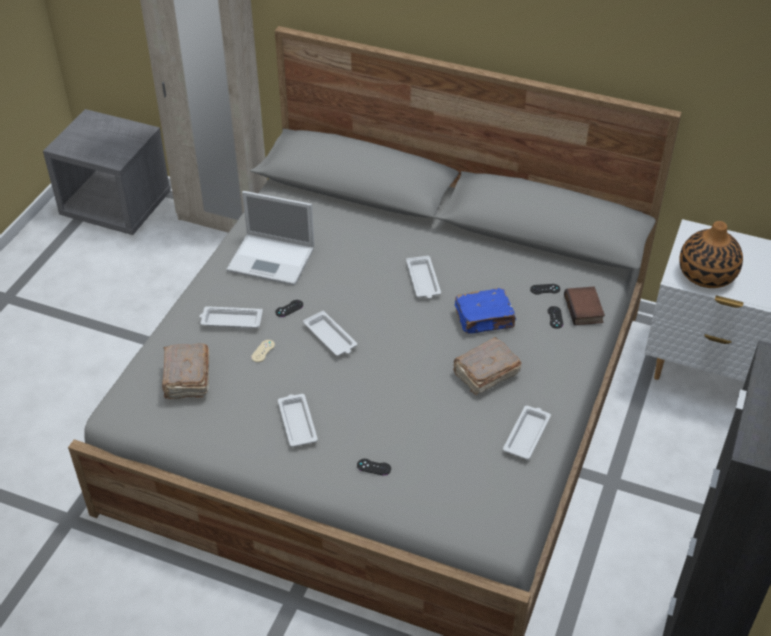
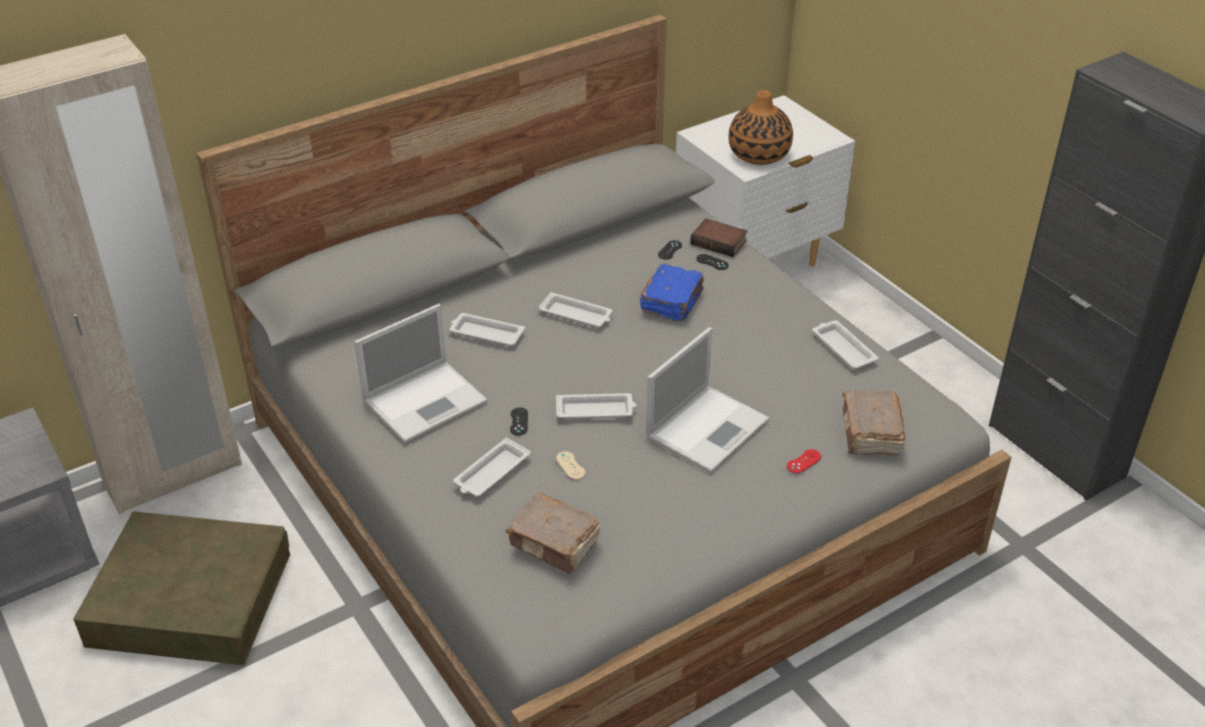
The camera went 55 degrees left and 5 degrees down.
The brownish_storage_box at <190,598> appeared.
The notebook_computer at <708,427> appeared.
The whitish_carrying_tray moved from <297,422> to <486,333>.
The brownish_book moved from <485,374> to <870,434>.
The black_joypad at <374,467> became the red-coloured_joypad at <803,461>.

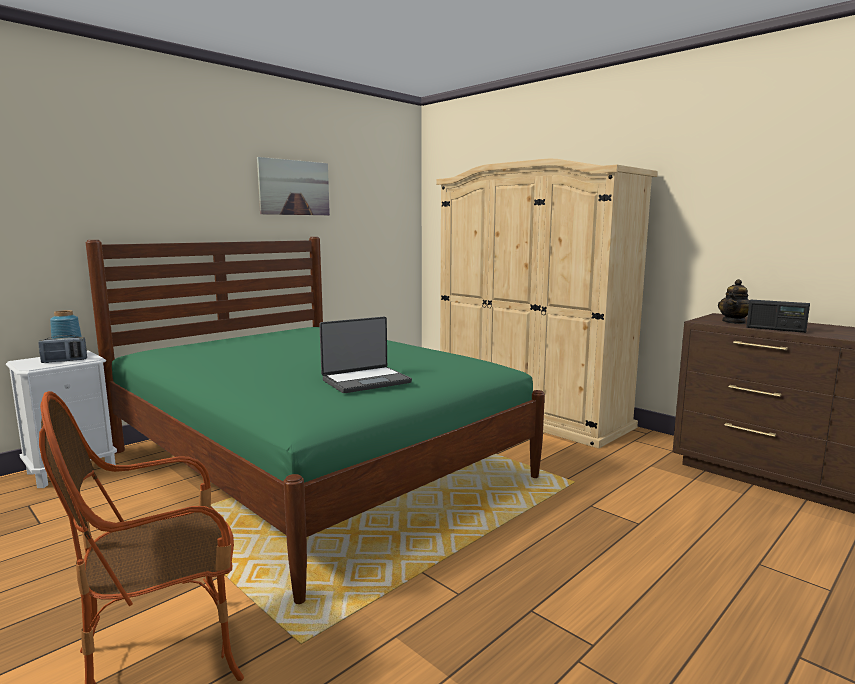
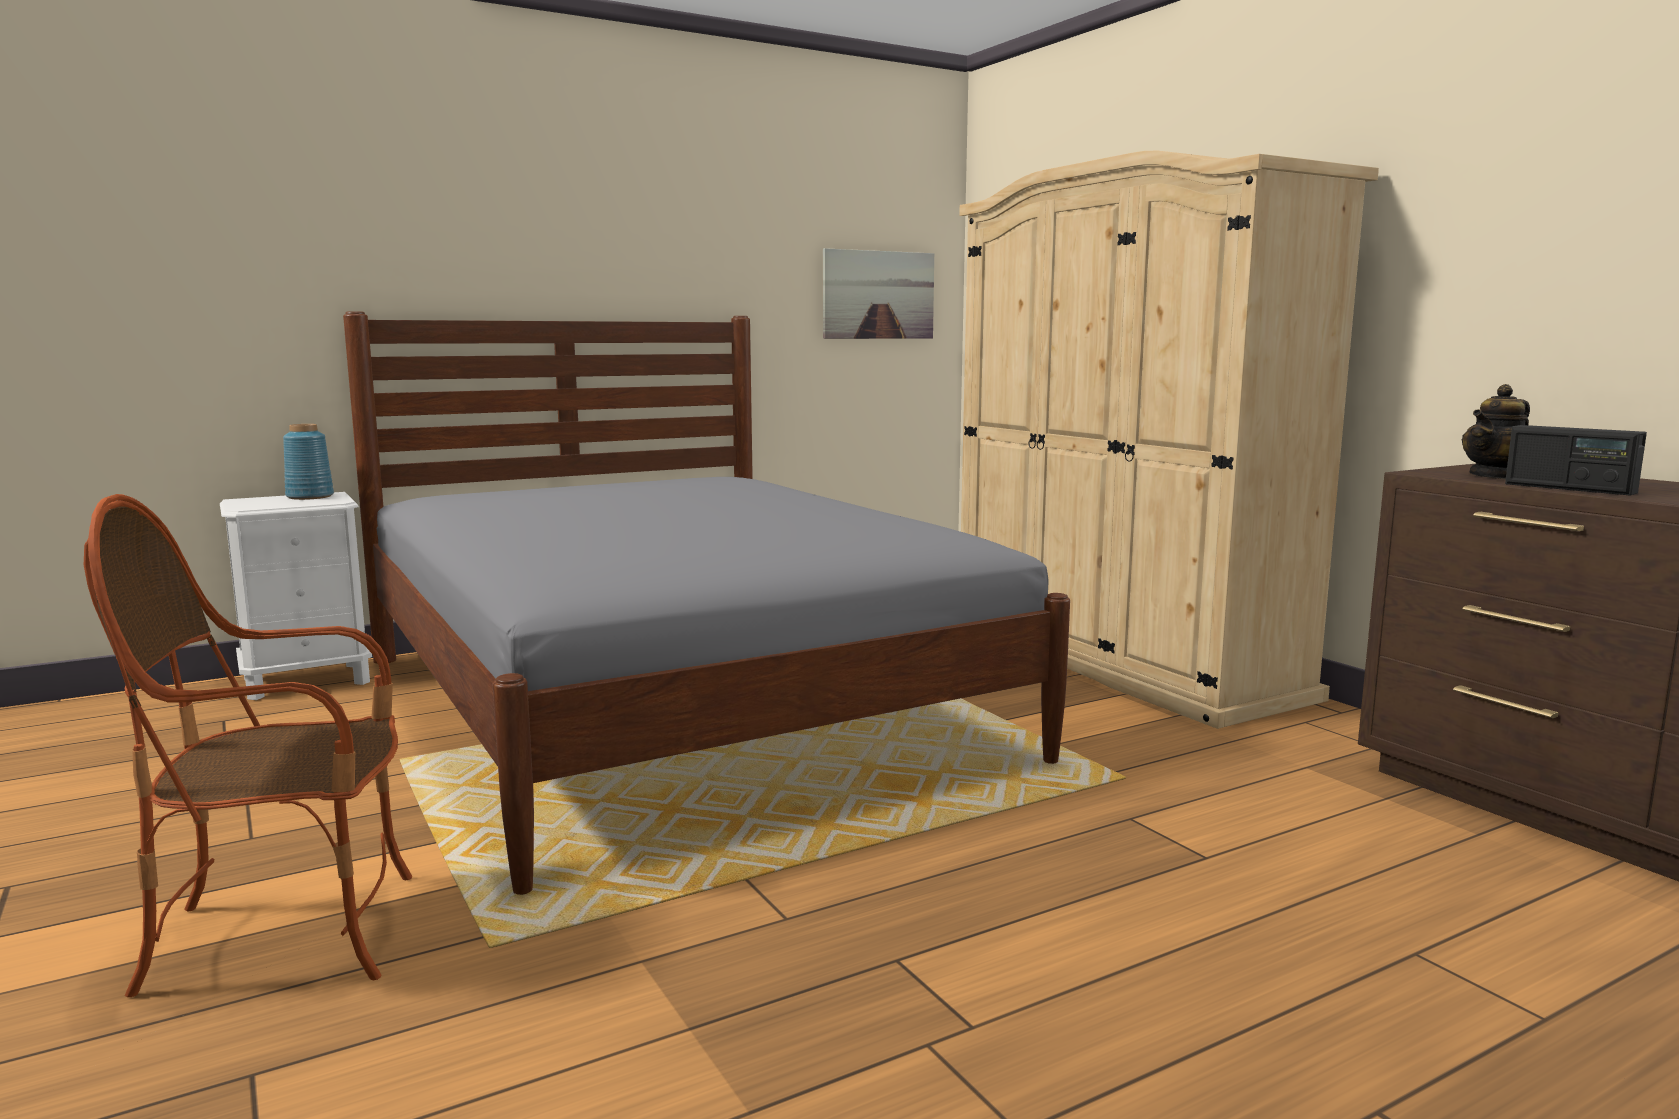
The camera went 15 degrees right and 0 degrees up.
The radio at <64,361> disappeared.
The notebook_computer at <365,381> disappeared.
The picture moved from <294,187> to <878,295>.
The green_bedroom_bed at <314,464> became the gray_bedroom_bed at <671,706>.

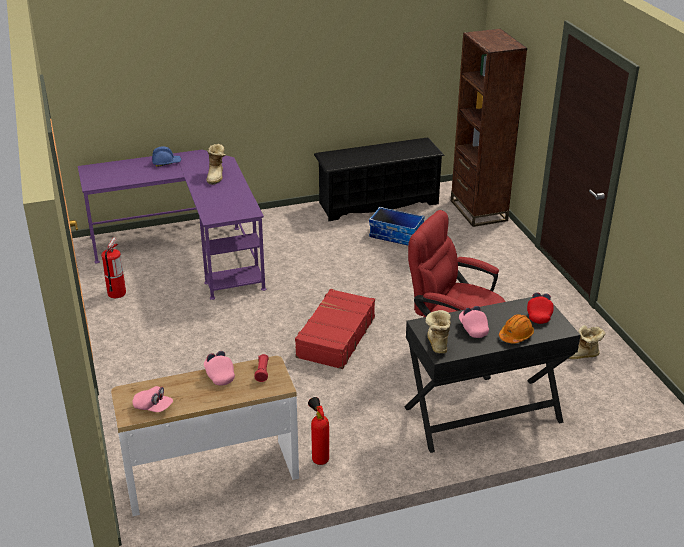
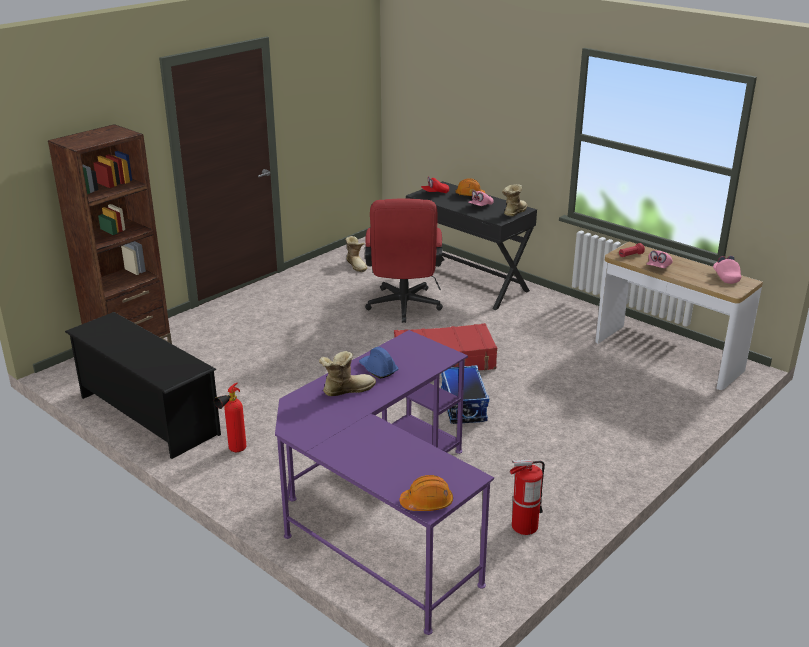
The camera went 120 degrees left and 5 degrees down.
The orangey_hard_hat at <427,503> appeared.
The blue_hard_hat moved from <166,162> to <378,369>.
The extinguisher moved from <319,458> to <234,451>.
The storage_box moved from <396,235> to <462,406>.
The high-top_boot at <437,343> turned 150 degrees clockwise.

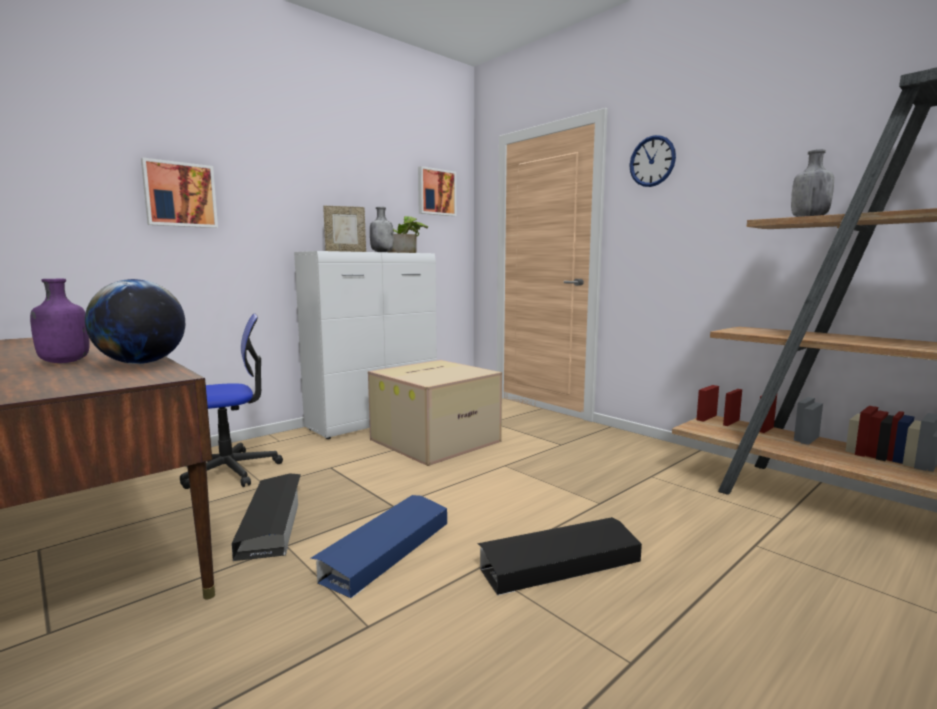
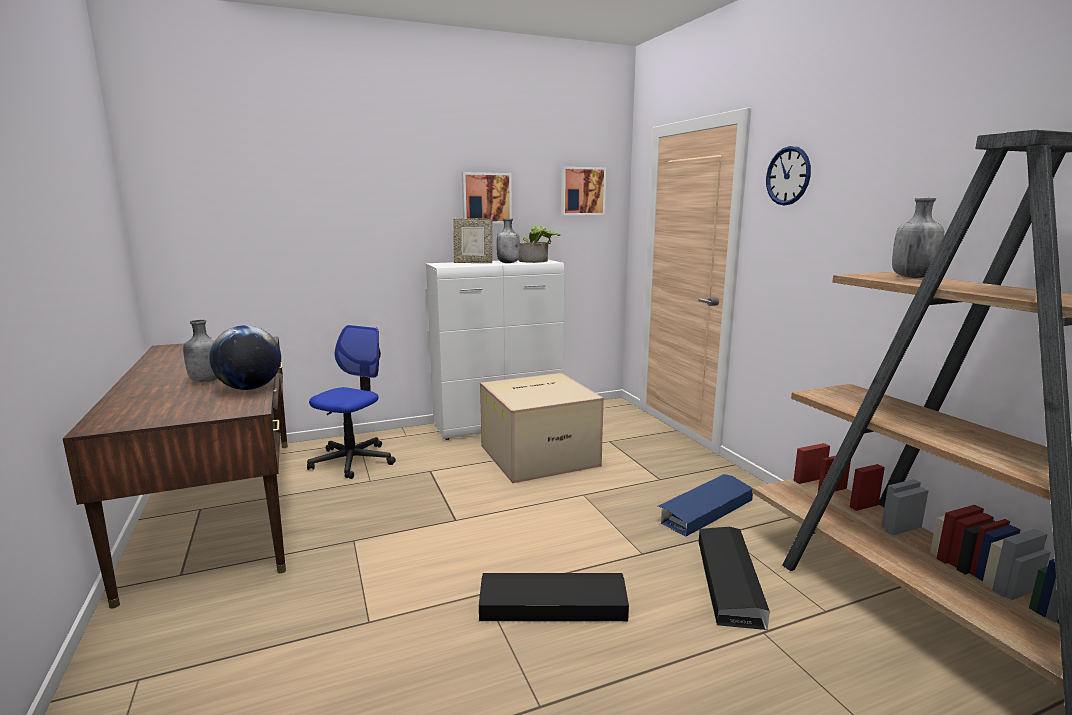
The camera went 20 degrees right and 5 degrees up.
The picture moved from <180,195> to <486,198>.
The black_storage_box moved from <272,521> to <729,581>.
The blue_storage_box moved from <385,550> to <705,510>.
The purple_drink_bottle at <63,362> became the gray_drink_bottle at <206,381>.
The office_chair at <230,470> turned 60 degrees counterclockwise.

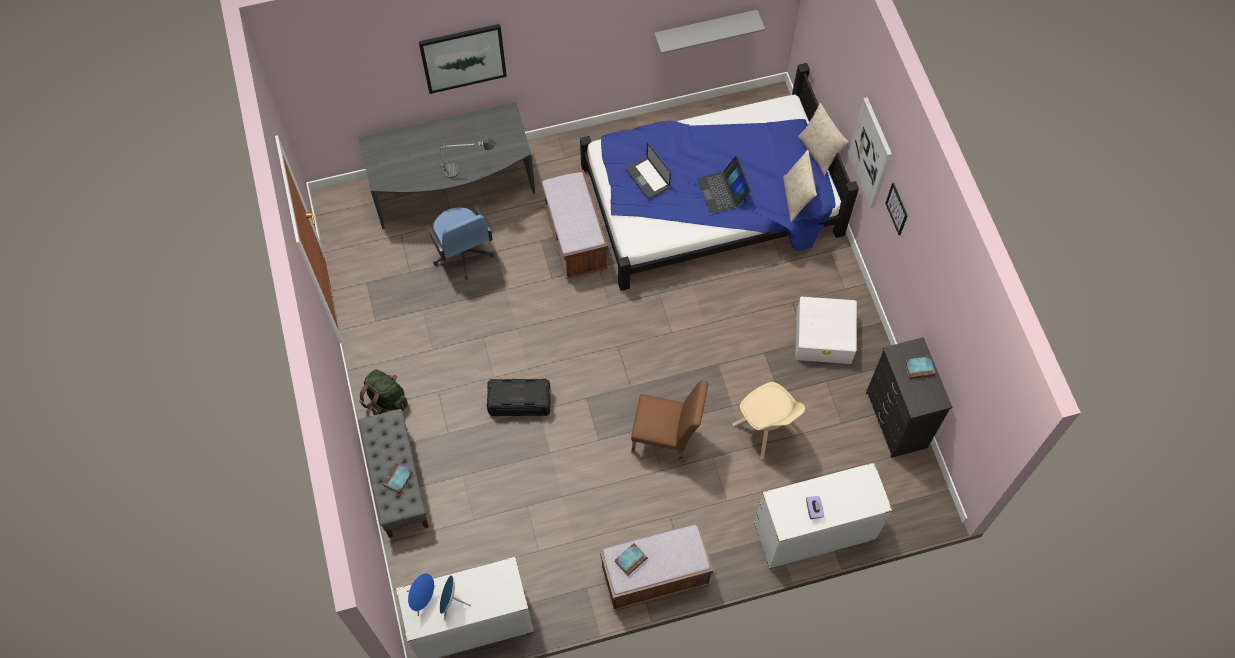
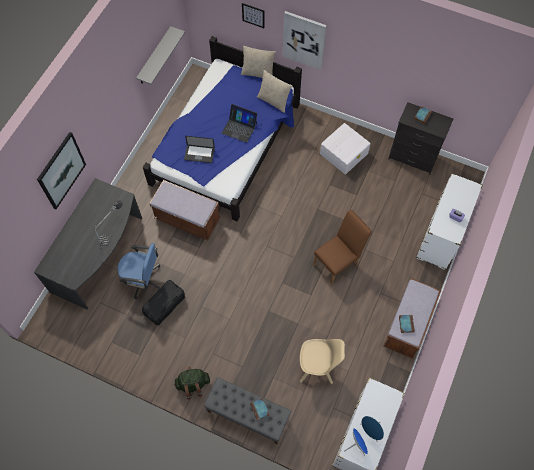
The camera went 50 degrees left and 0 degrees up.
The black_storage_box moved from <519,402> to <165,305>.
The beige-coloured_plain_chair moved from <765,430> to <317,367>.
The picture moved from <897,209> to <253,15>.

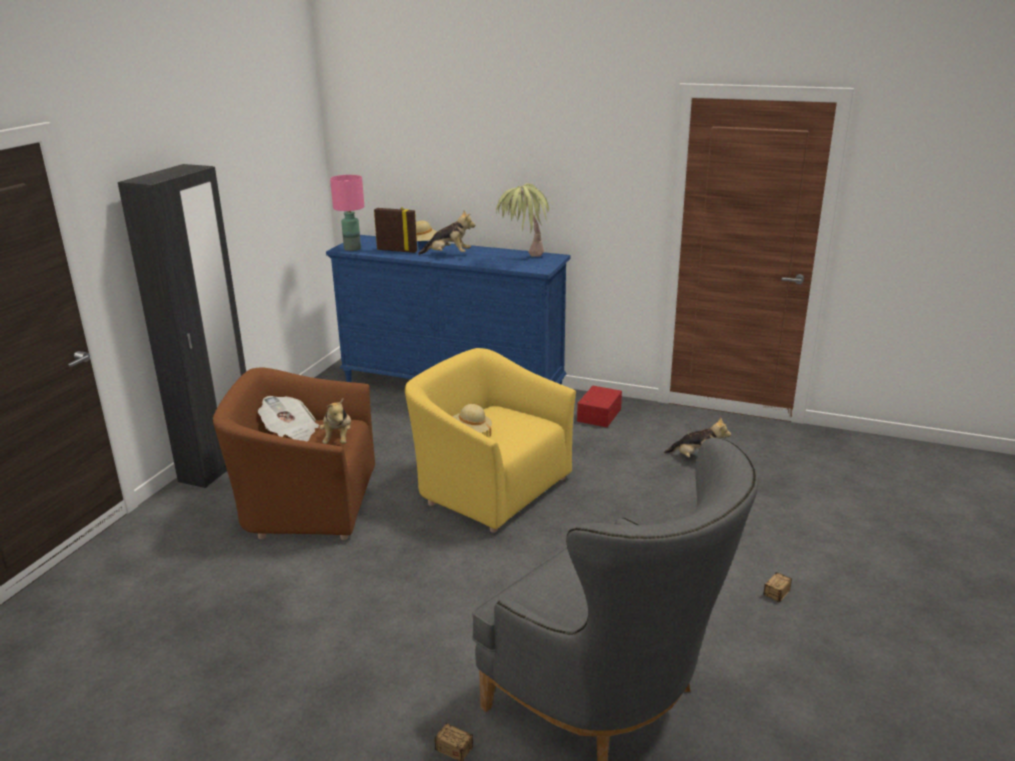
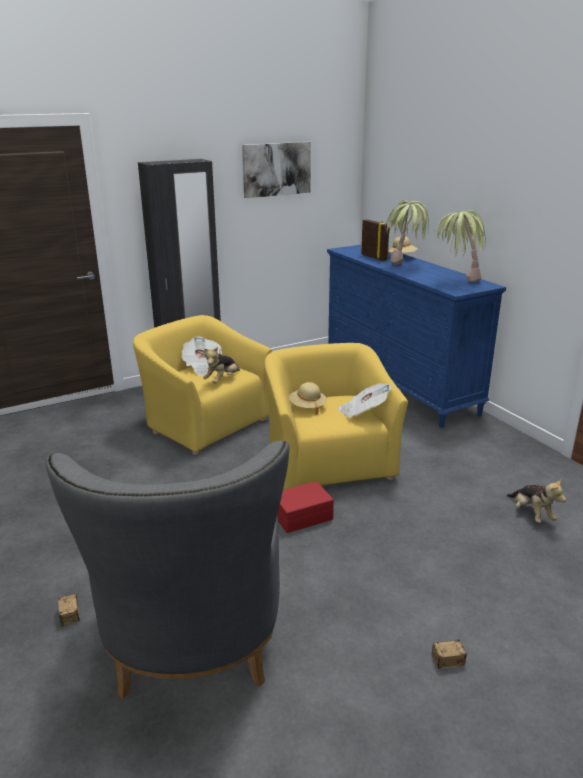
The camera went 40 degrees right and 0 degrees up.
The pinkish_table_lamp at <352,248> disappeared.
The picture at <276,169> appeared.
The printed_paper at <363,412> appeared.
The red-coloured_storage_box moved from <598,414> to <301,515>.
The soft_toy at <448,255> was replaced by the houseplant at <405,267>.
The brownish_lounge_chair at <307,503> became the yellowish_lounge_chair at <205,423>.

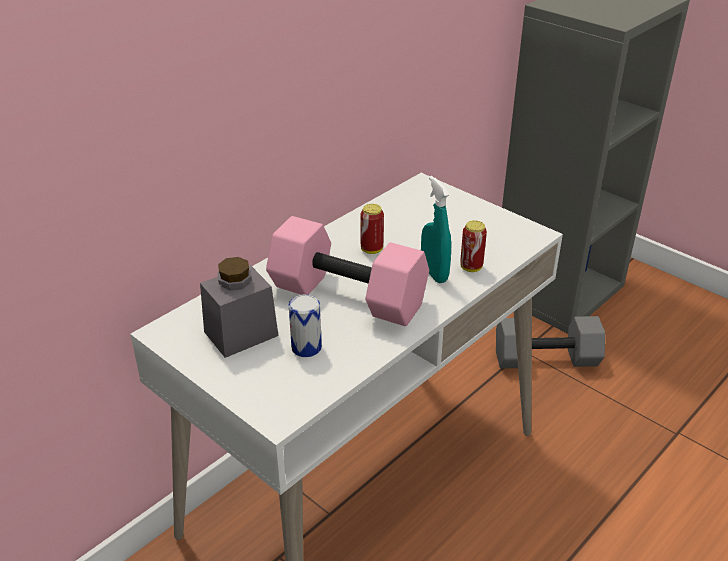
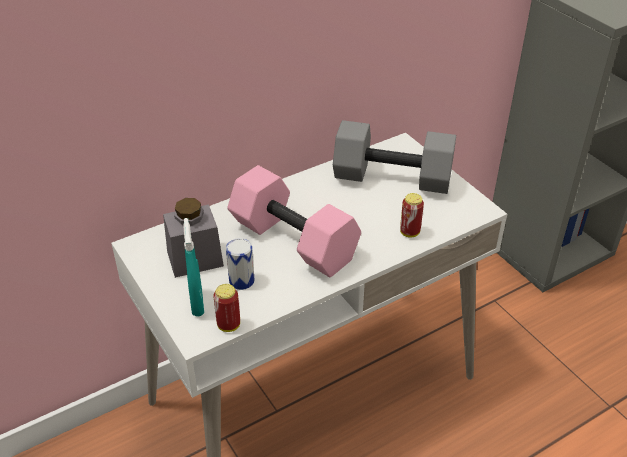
The camera went 15 degrees right and 5 degrees up.
The sealed_can moved from <371,249> to <229,325>.
The blue-green_spray_bottle moved from <434,273> to <197,304>.
The gray_free_weight moved from <546,358> to <394,176>.

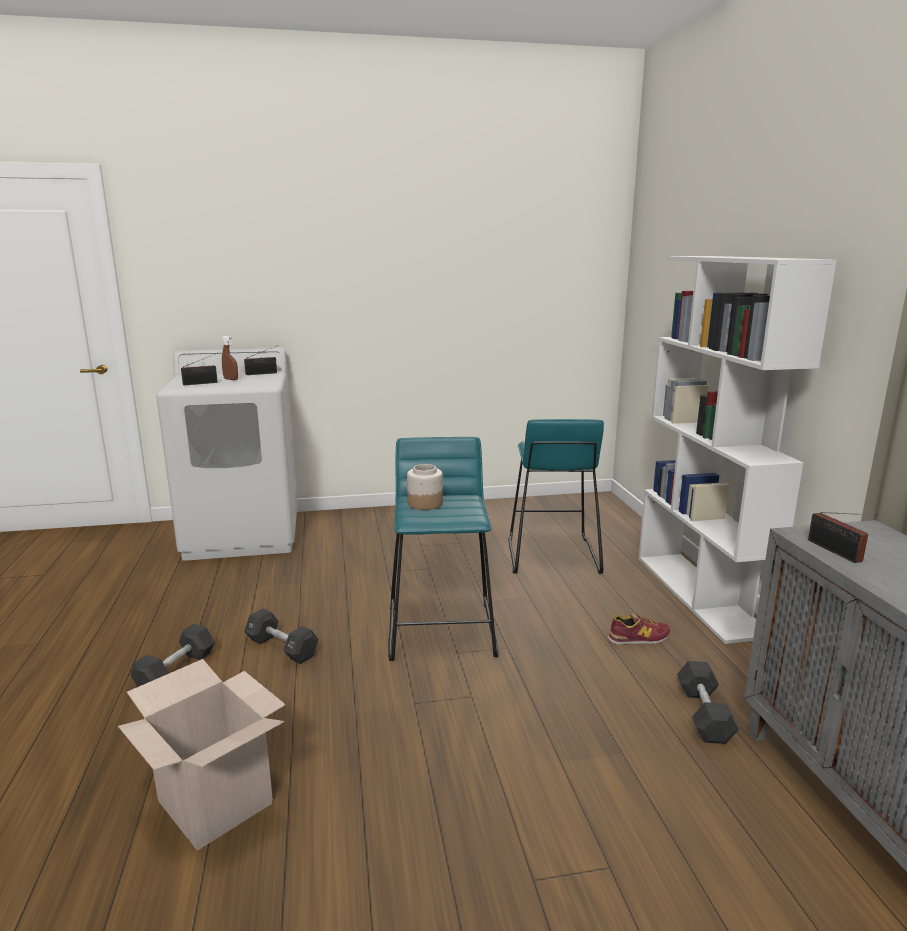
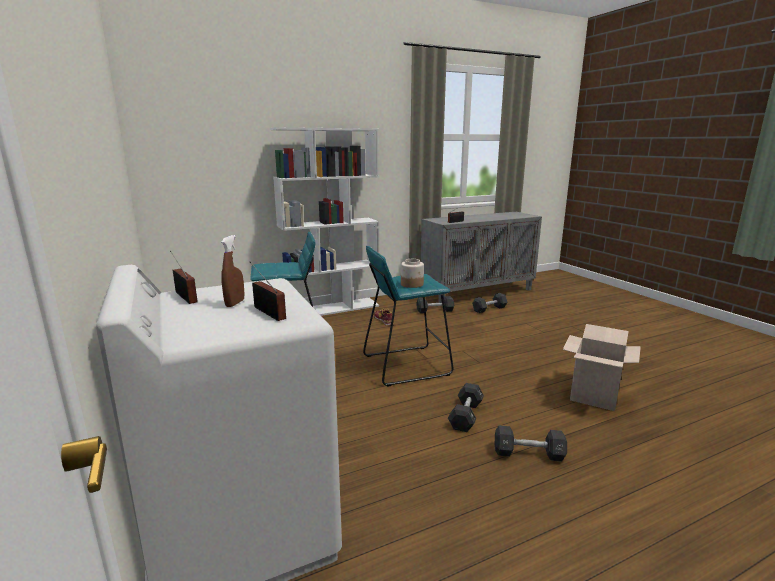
The camera went 105 degrees left and 0 degrees up.
The black_free_weight at <489,309> appeared.

